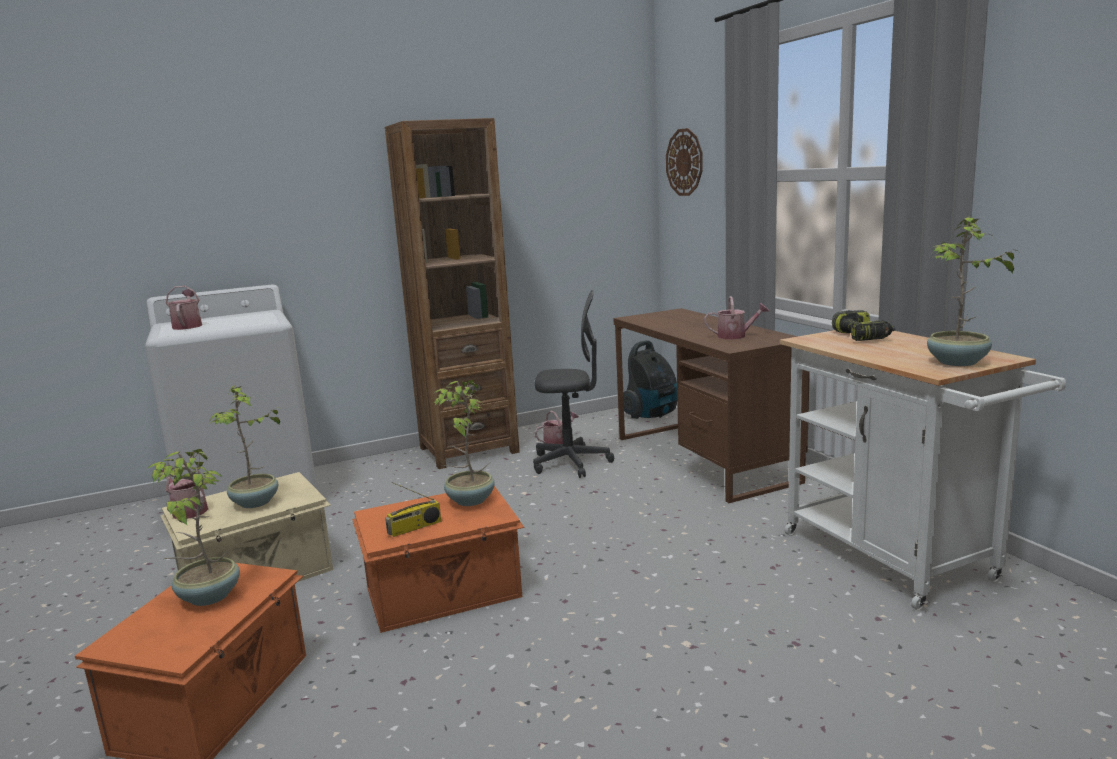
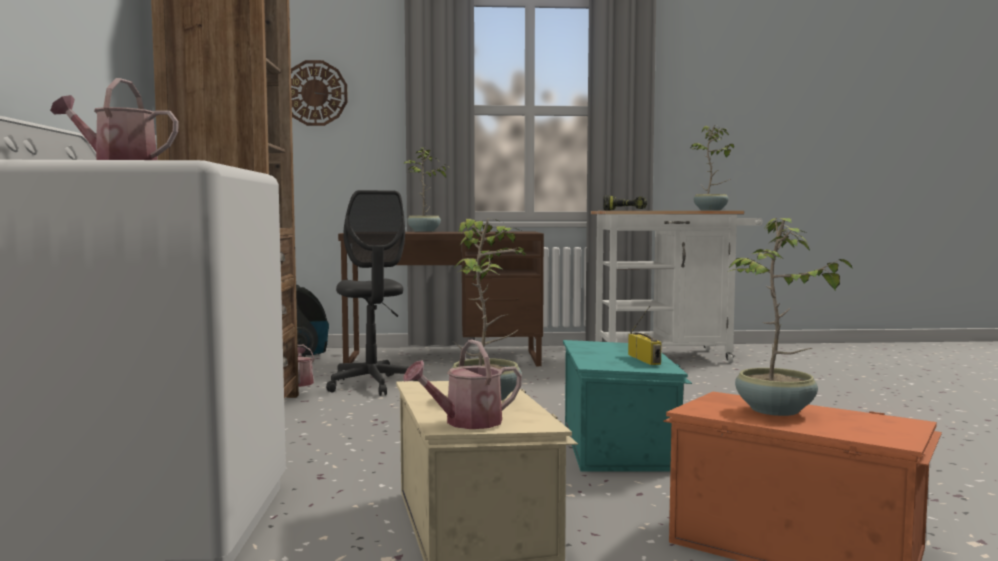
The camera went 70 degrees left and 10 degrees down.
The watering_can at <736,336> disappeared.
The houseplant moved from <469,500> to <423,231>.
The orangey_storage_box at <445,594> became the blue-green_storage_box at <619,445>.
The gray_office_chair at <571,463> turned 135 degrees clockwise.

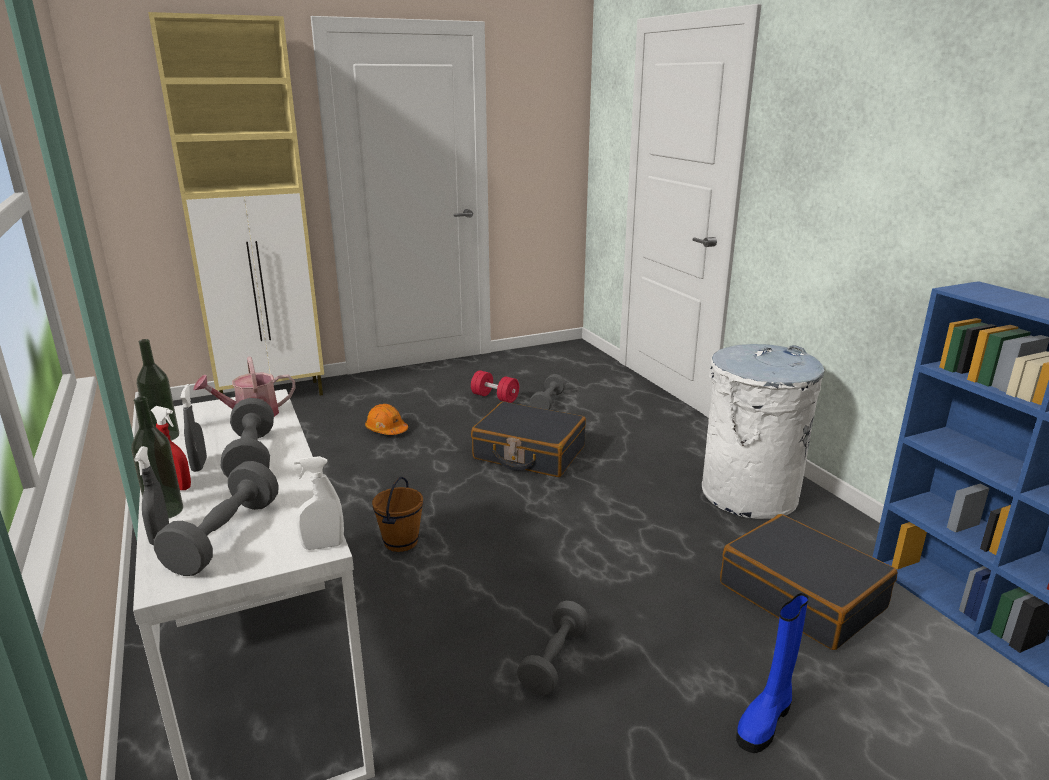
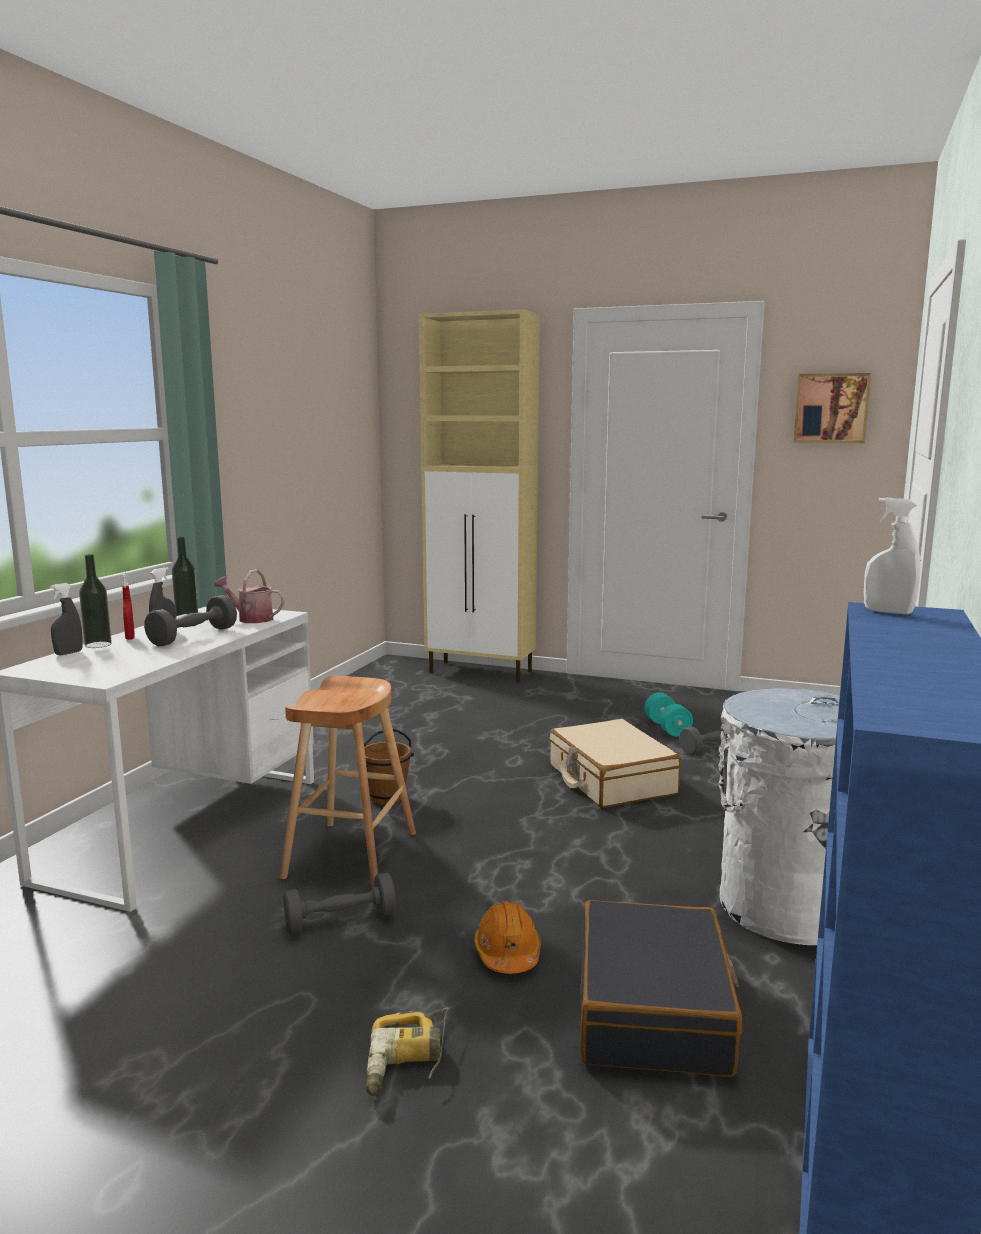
The camera went 45 degrees right and 10 degrees down.
The gray_free_weight at <224,536> disappeared.
The brownish_stool_seat at <351,855> appeared.
The picture at <831,408> appeared.
The whitish_spray_bottle moved from <323,546> to <888,612>.
The orangey_hard_hat moved from <386,430> to <507,953>.
The blue_high-top_boot at <765,721> was replaced by the drill at <408,1061>.
The red-coloured_free_weight at <495,397> became the blue-green_free_weight at <667,728>.
The black_piece_of_luggage at <529,453> became the beige-coloured_piece_of_luggage at <611,780>.

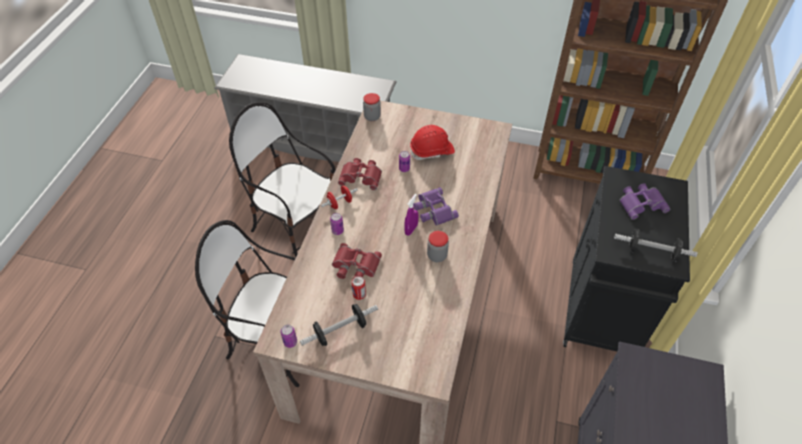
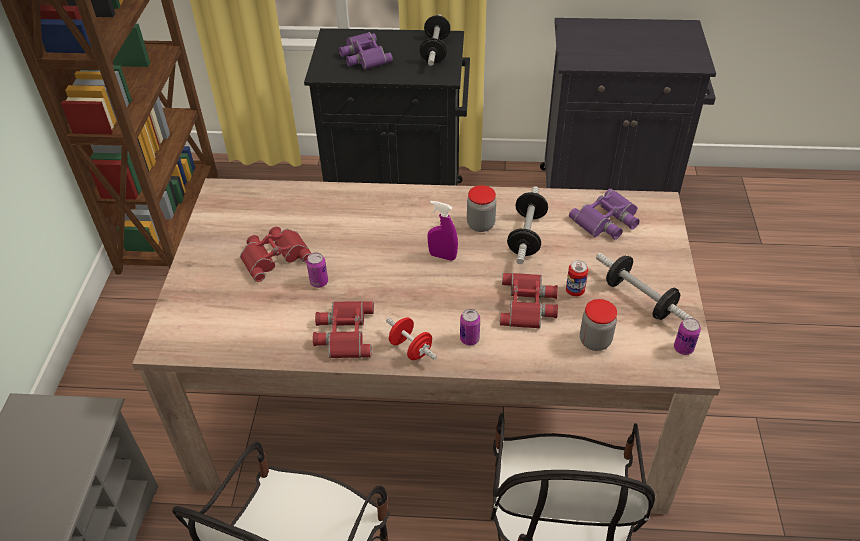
The camera went 100 degrees left and 5 degrees down.
The free_weight at <526,235> appeared.
The storage_jar moved from <372,117> to <595,341>.
The purple_binoculars moved from <433,210> to <607,220>.
The red-coloured_hard_hat at <432,151> was replaced by the red-coloured_binoculars at <274,255>.

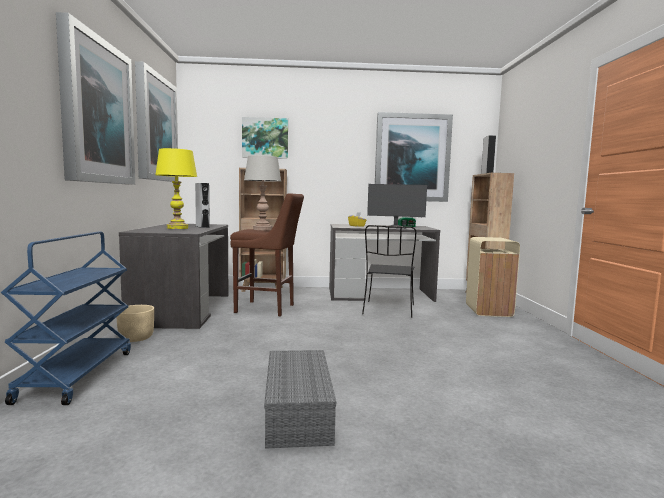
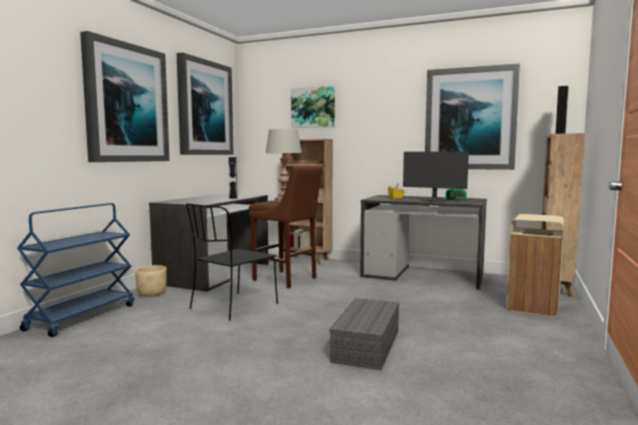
The camera went 25 degrees right and 0 degrees up.
The yellowish_table_lamp at <177,228> disappeared.
The gray_storage_box moved from <299,412> to <367,346>.
The black_plain_chair moved from <388,310> to <232,307>.

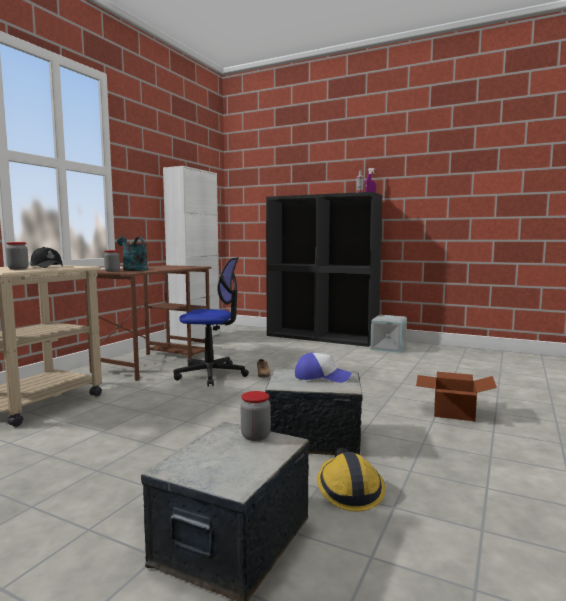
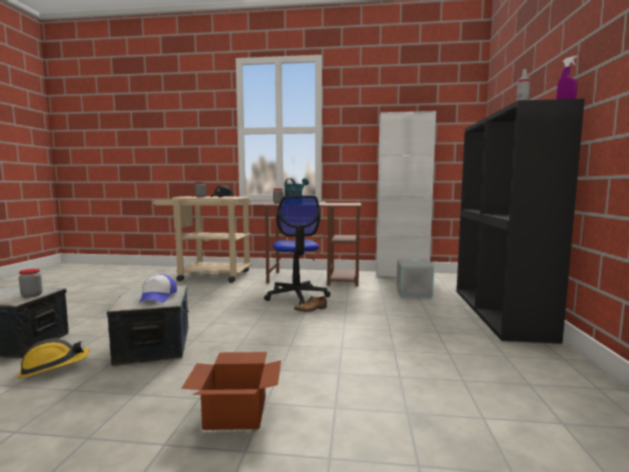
The camera went 70 degrees right and 0 degrees up.
The gray_storage_box moved from <389,348> to <413,292>.

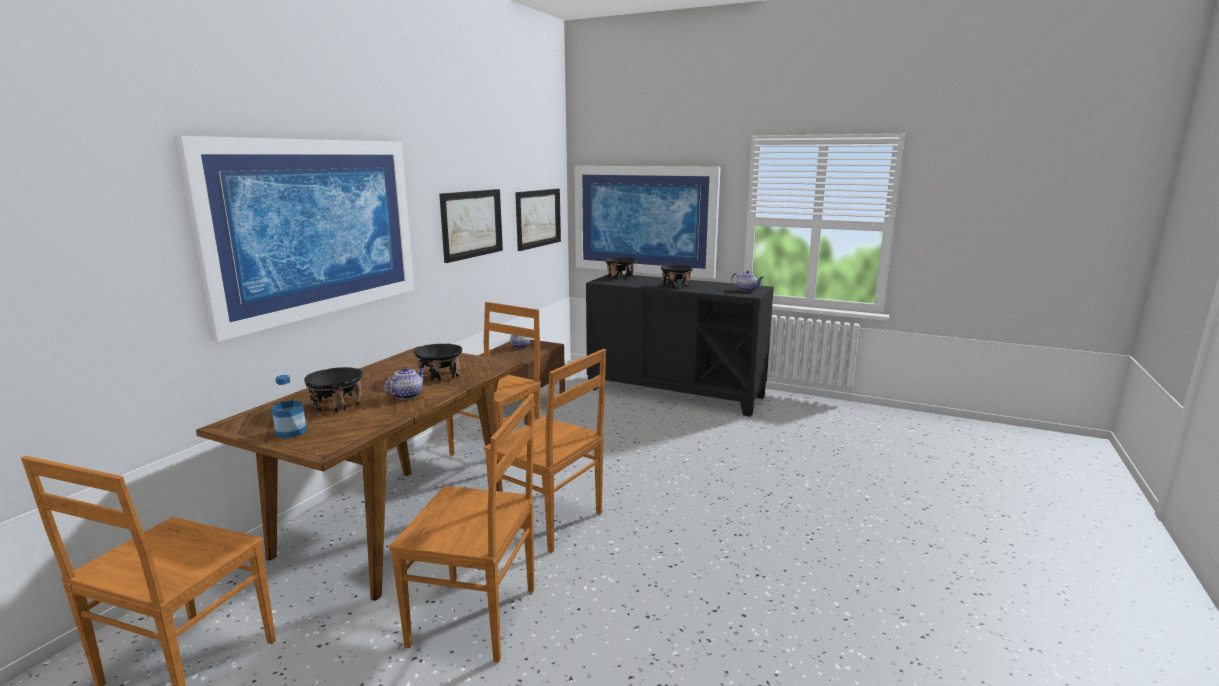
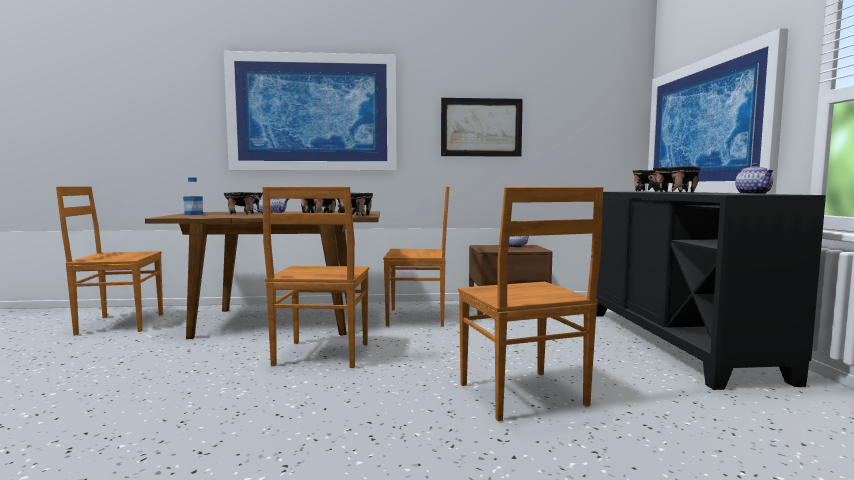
The camera went 60 degrees right and 10 degrees down.
The picture at <538,218> disappeared.
The black_serving_bowl at <353,215> appeared.
The brownish_plain_chair moved from <477,617> to <523,396>.

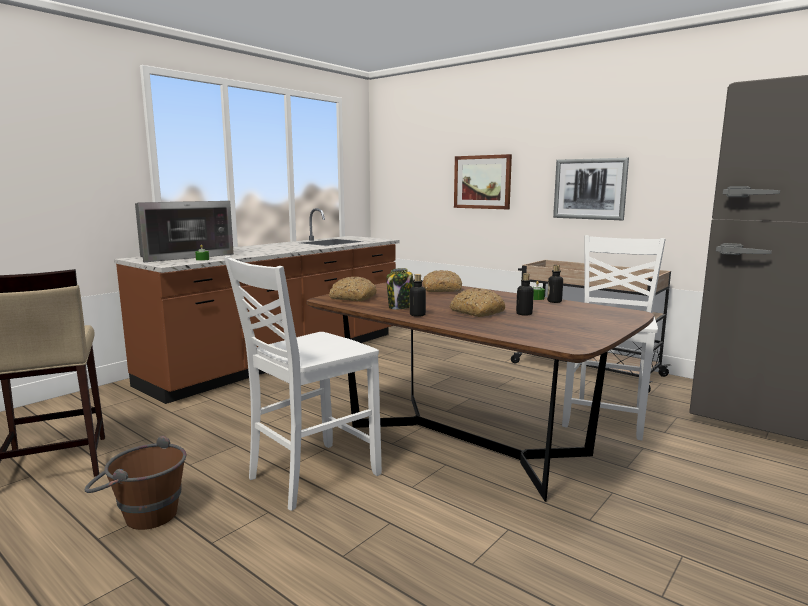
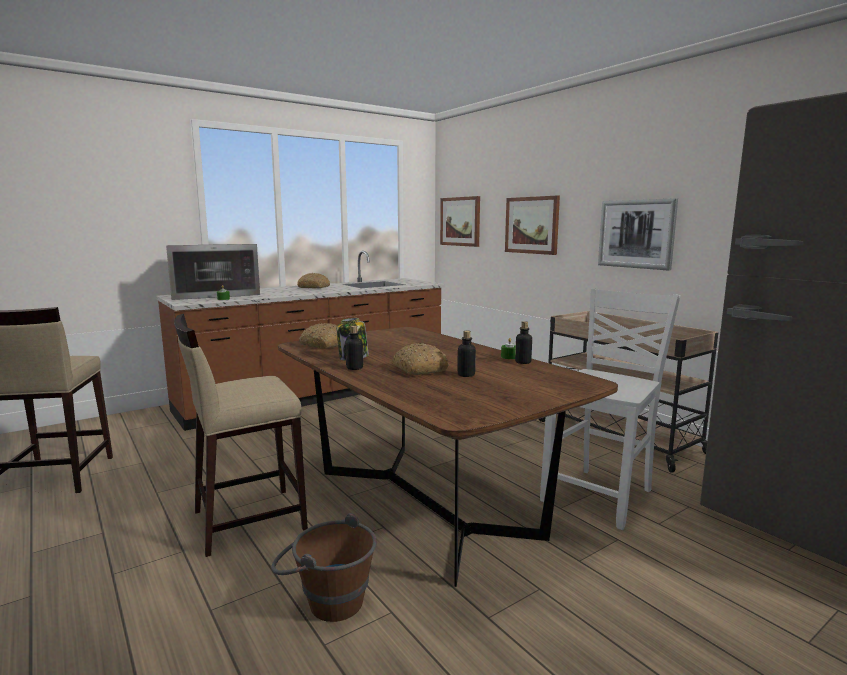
The camera went 15 degrees right and 0 degrees up.
The picture at <460,221> appeared.
The brownish_water_bucket moved from <141,515> to <326,600>.
The baked_bread moved from <442,290> to <314,287>.
The whitish_plain_chair at <310,476> was replaced by the beige-coloured_stool_seat at <248,520>.

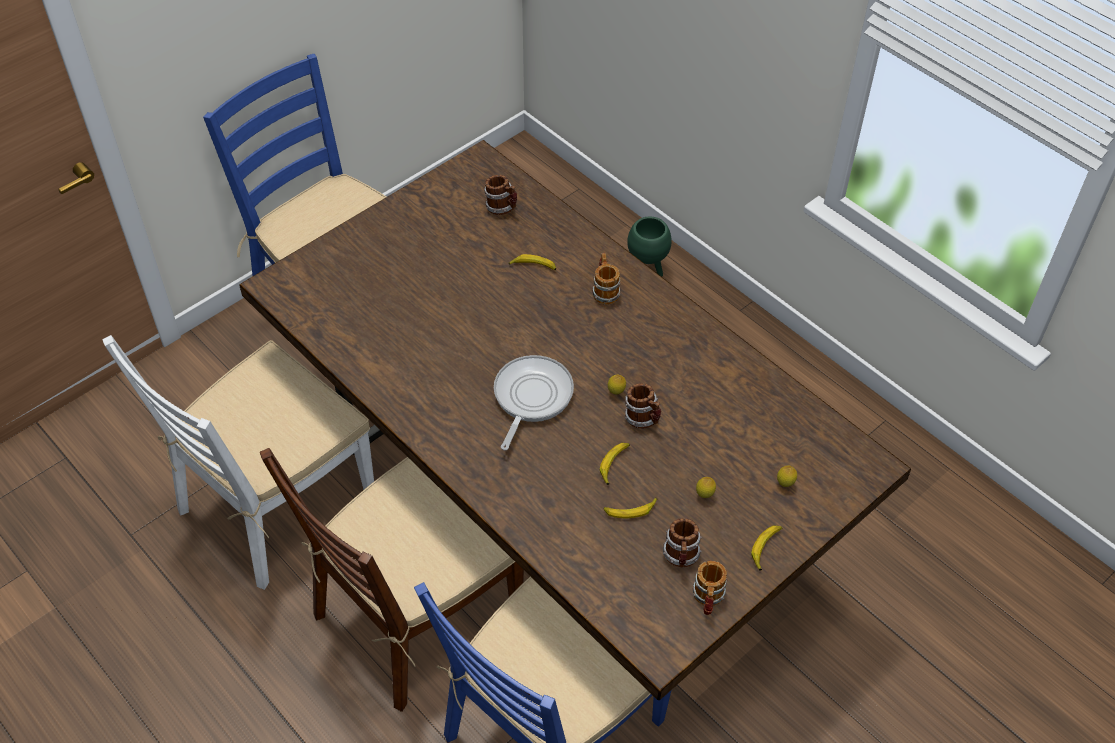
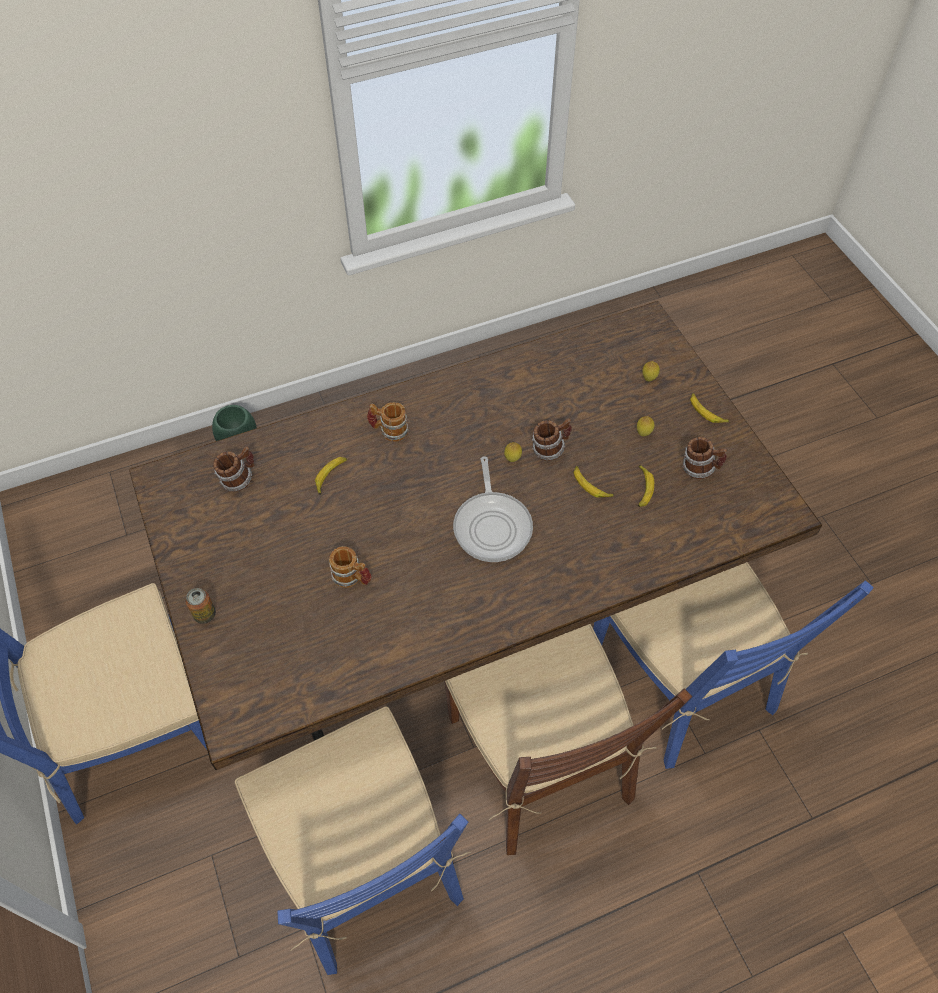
The camera went 70 degrees left and 5 degrees up.
The sealed_can at <205,614> appeared.
The mug moved from <708,599> to <352,578>.
The whitish_plain_chair at <275,504> became the blue_plain_chair at <364,864>.
The frying_pan at <531,397> turned 135 degrees counterclockwise.

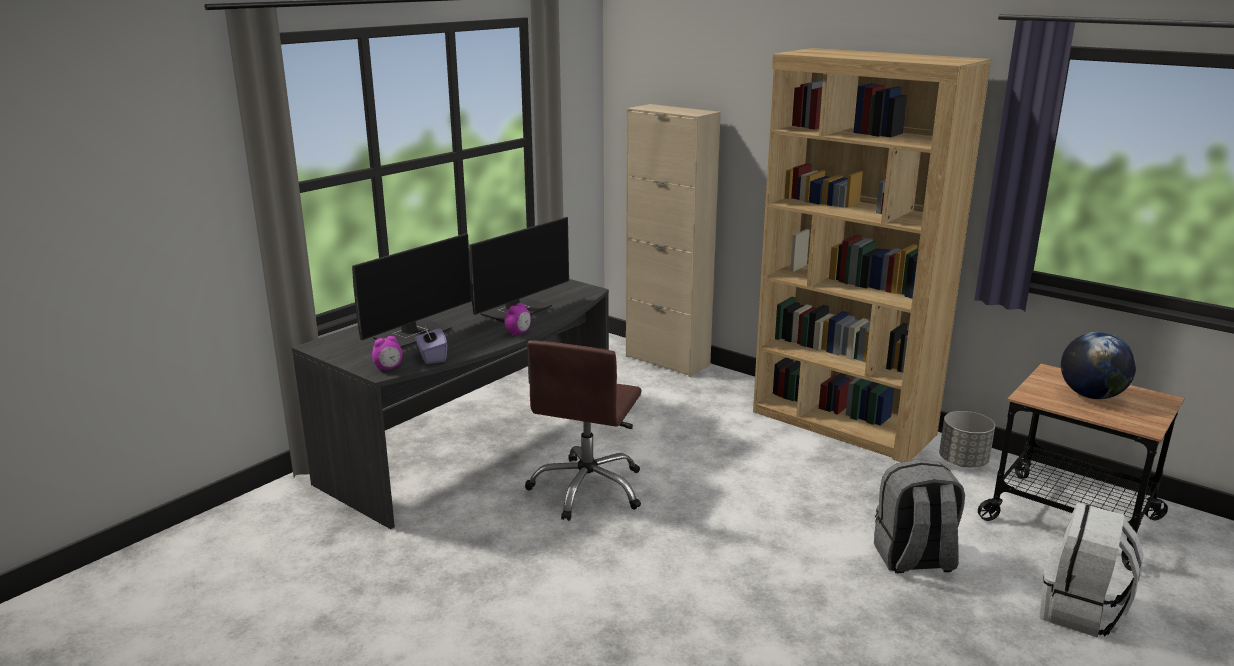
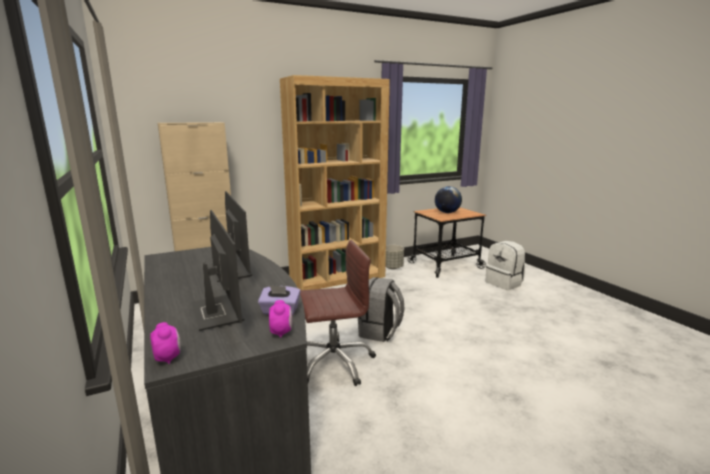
The camera went 65 degrees left and 5 degrees down.
The table_clock moved from <518,333> to <168,358>.
The gray_knapsack moved from <913,559> to <380,332>.
The brownish_office_chair at <588,489> turned 60 degrees counterclockwise.

